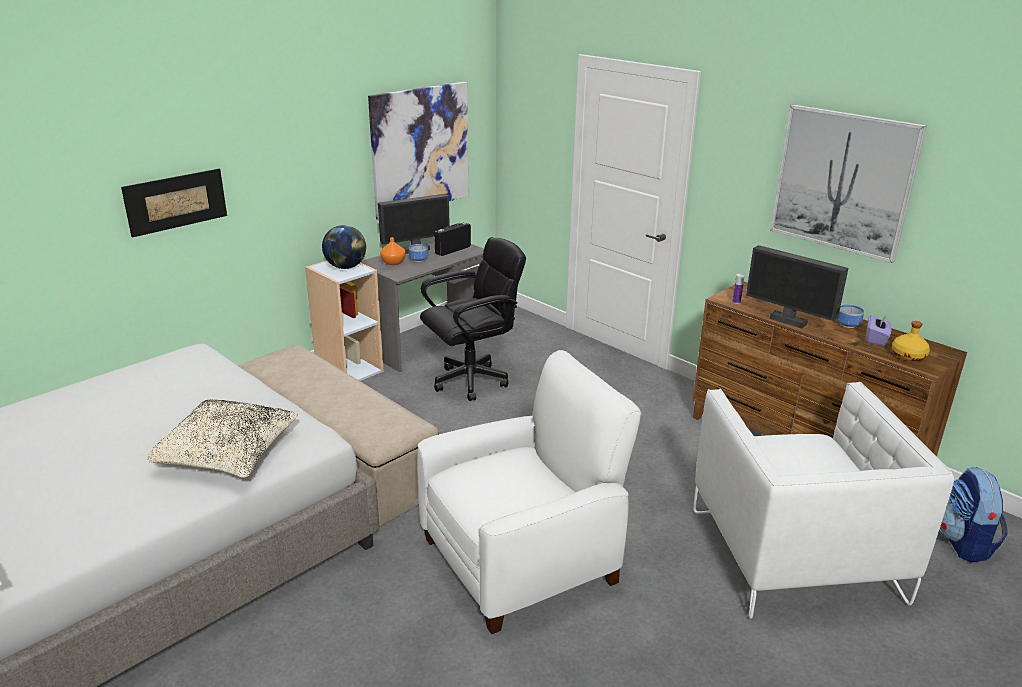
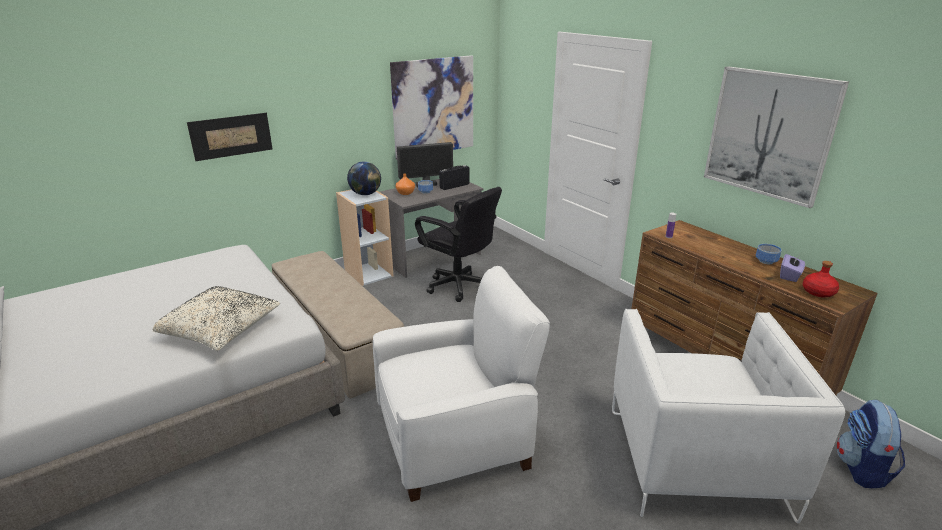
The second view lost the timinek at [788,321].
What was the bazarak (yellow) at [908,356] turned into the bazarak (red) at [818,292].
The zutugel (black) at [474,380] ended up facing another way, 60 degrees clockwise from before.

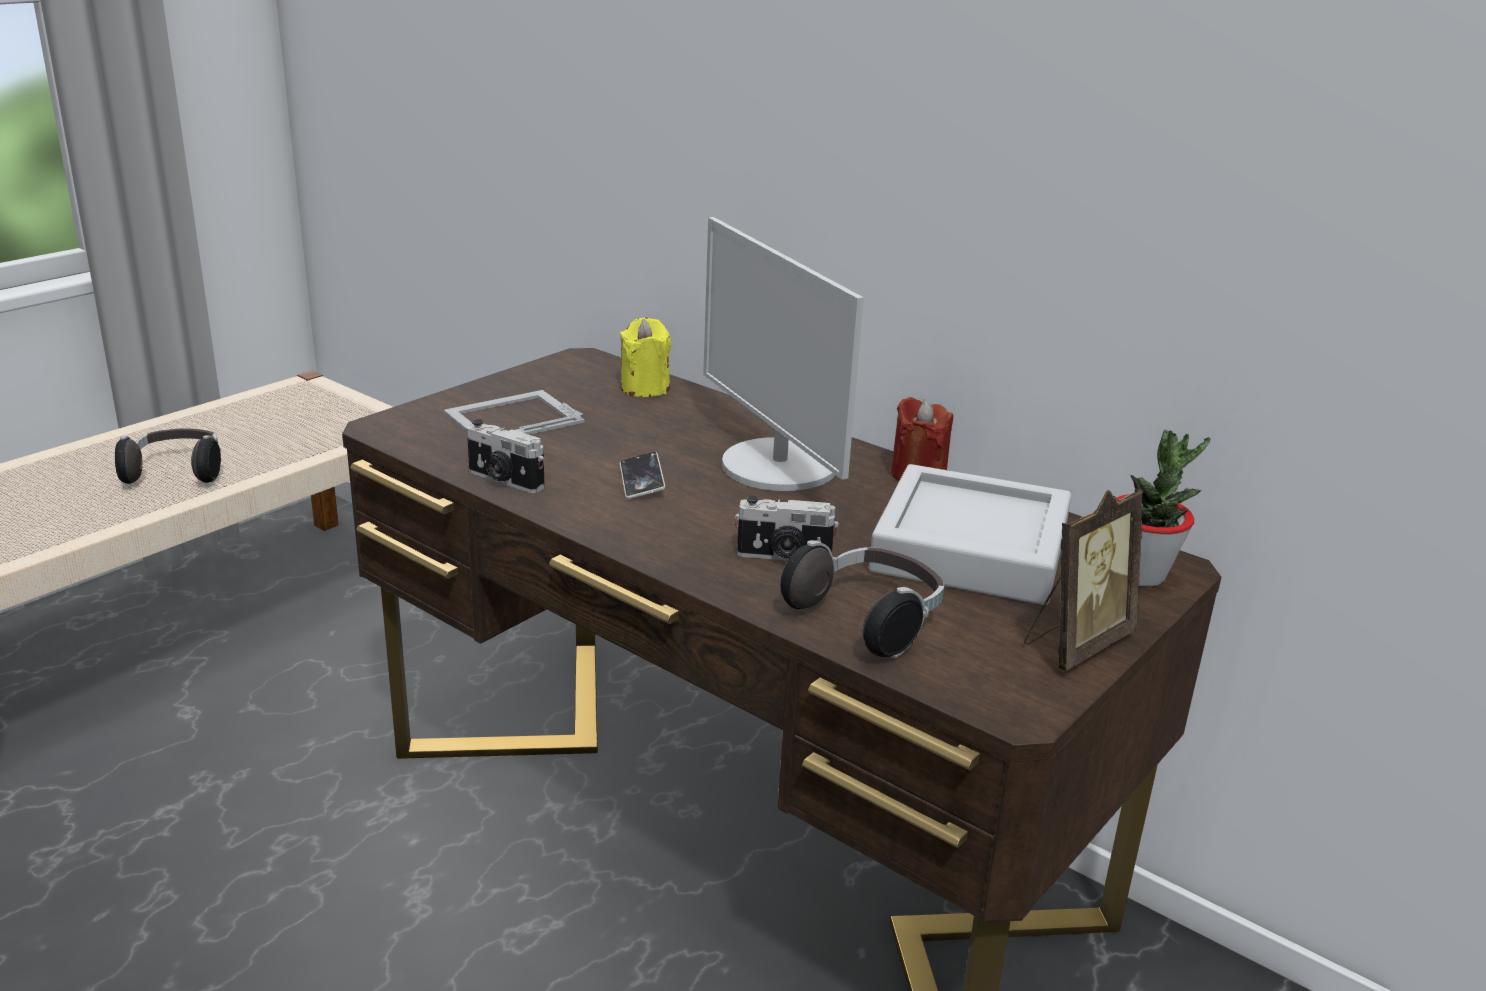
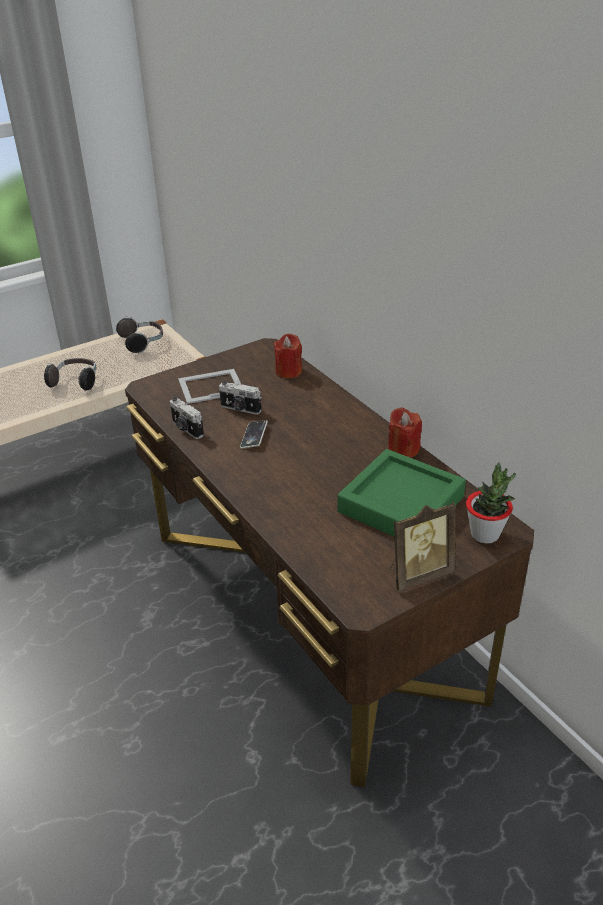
The second view lost the timinek at [778,467].
The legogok ended up elsewhere, having gone from [784,556] to [240,409].
The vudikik ended up elsewhere, having gone from [869,620] to [143,343].
What was the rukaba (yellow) at [645,388] turned into the rukaba (red) at [288,371].
What was the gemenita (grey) at [970,549] turned into the gemenita (green) at [401,504].

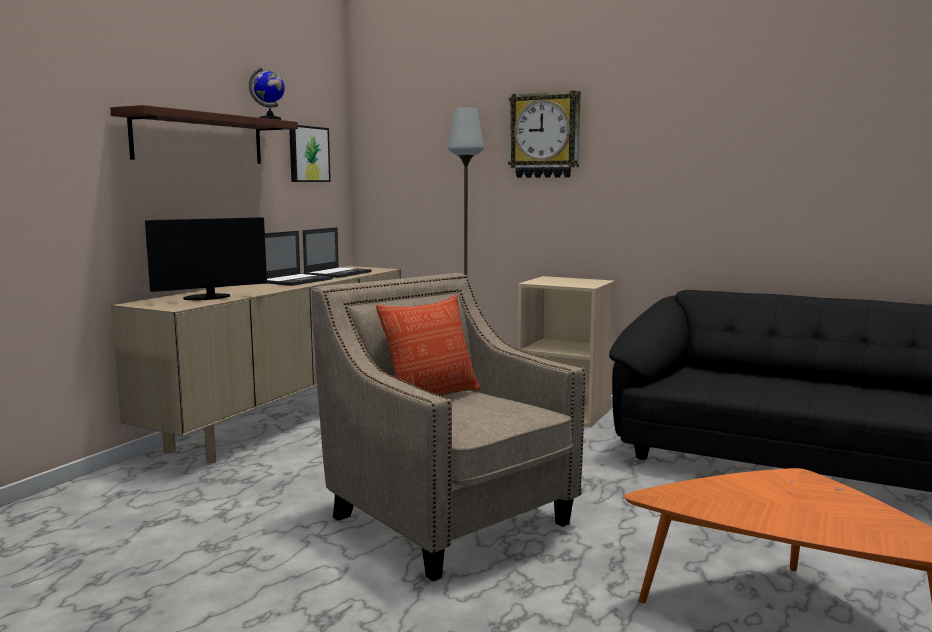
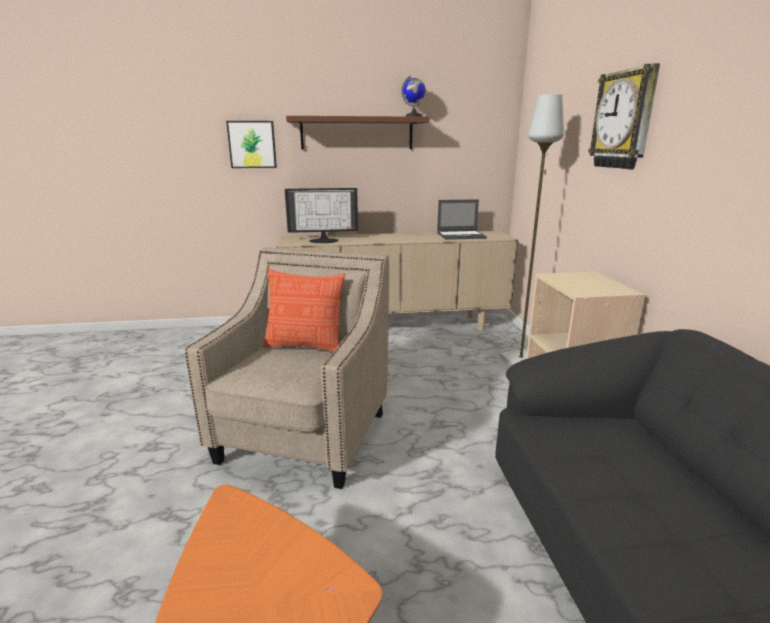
The second view lost the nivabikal at [295,280].
The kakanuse ended up elsewhere, having gone from [308,154] to [252,144].
The timinek at [207,298] ended up facing another way, 150 degrees clockwise from before.

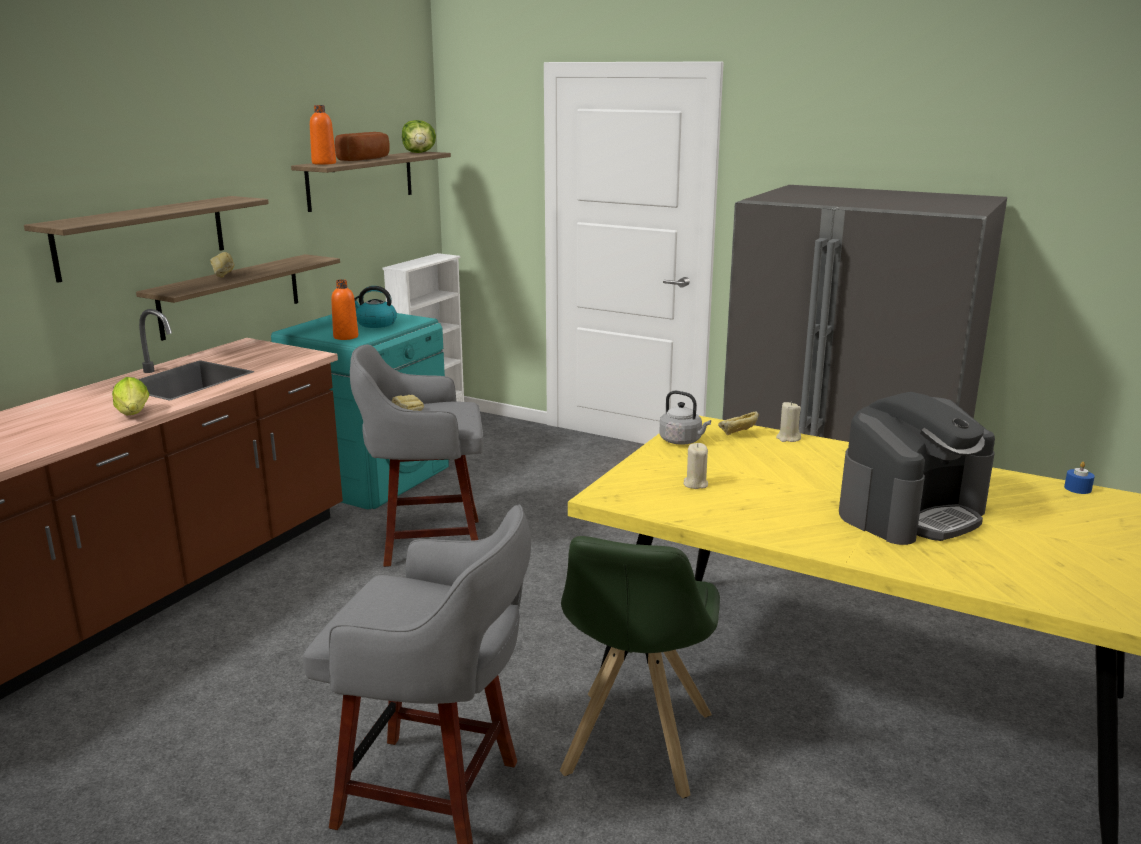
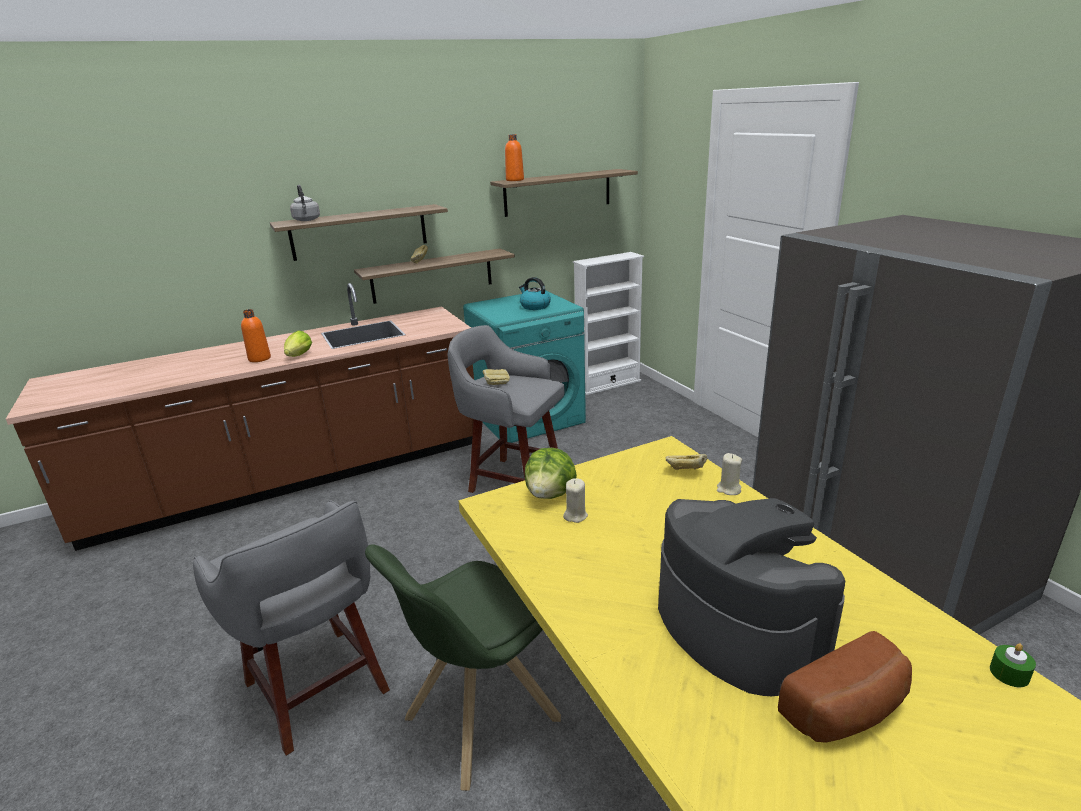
The bazarak (orange) ended up elsewhere, having gone from [346,337] to [259,358].
The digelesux ended up elsewhere, having gone from [367,159] to [849,712].
The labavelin ended up elsewhere, having gone from [419,153] to [550,494].
The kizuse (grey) ended up elsewhere, having gone from [682,441] to [307,220].
What was the rukaba (blue) at [1077,488] turned into the rukaba (green) at [1009,673].
The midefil at [911,512] ended up facing another way, 120 degrees counterclockwise from before.

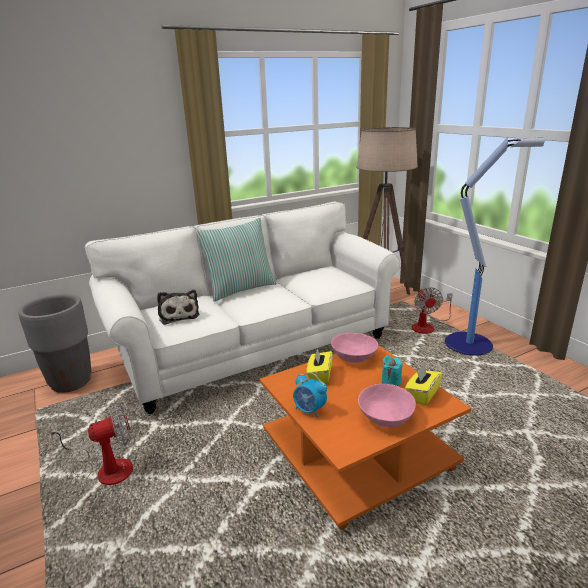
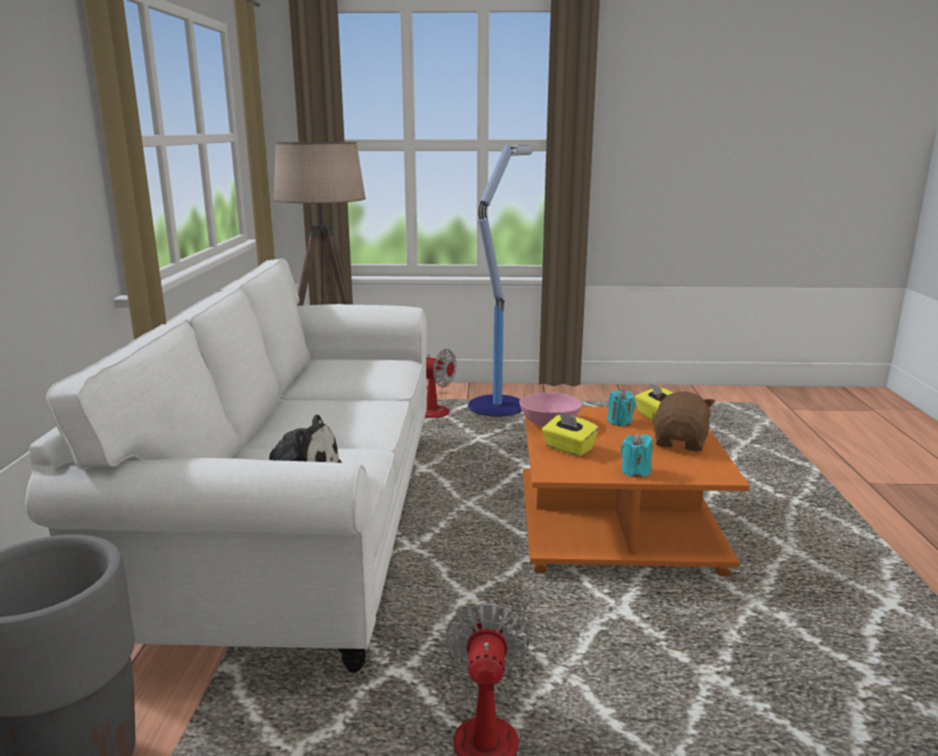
The second view lost the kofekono at [240,289].
Where the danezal stood at [310,410], the rukaba (turquoise) came to stand at [635,471].
Where the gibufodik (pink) stood at [385,417], the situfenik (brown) came to stand at [680,442].

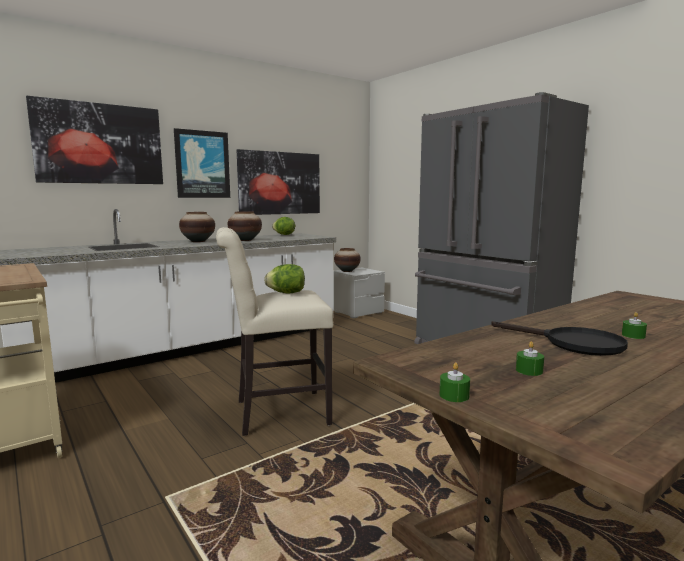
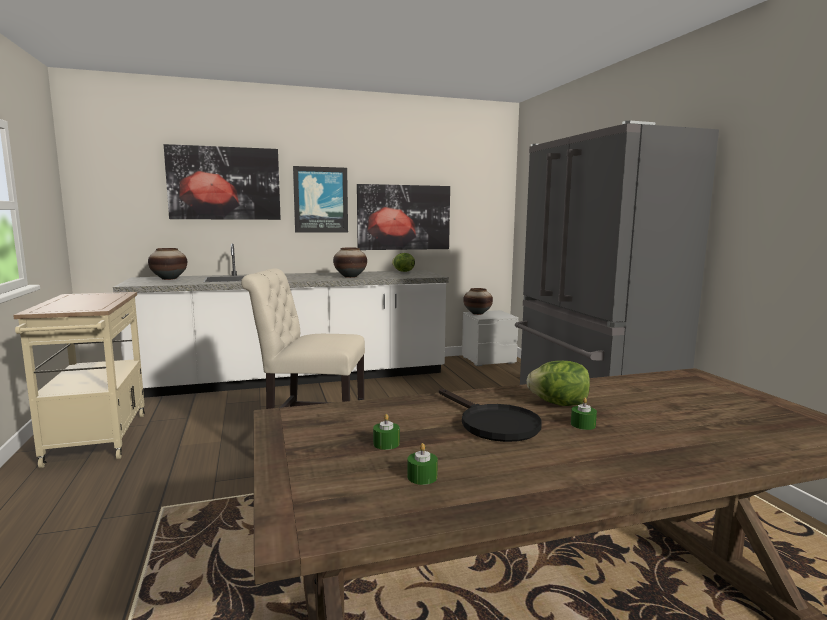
The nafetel ended up elsewhere, having gone from [198,241] to [169,278].
The labavelin ended up elsewhere, having gone from [286,293] to [559,404].
The rukaba (green) ended up elsewhere, having gone from [454,395] to [422,477].

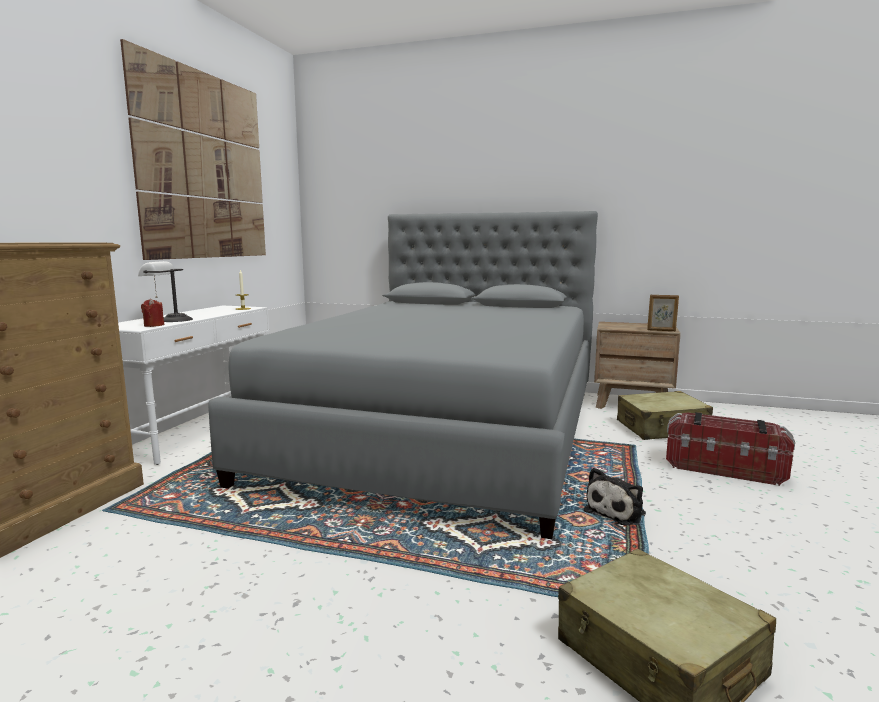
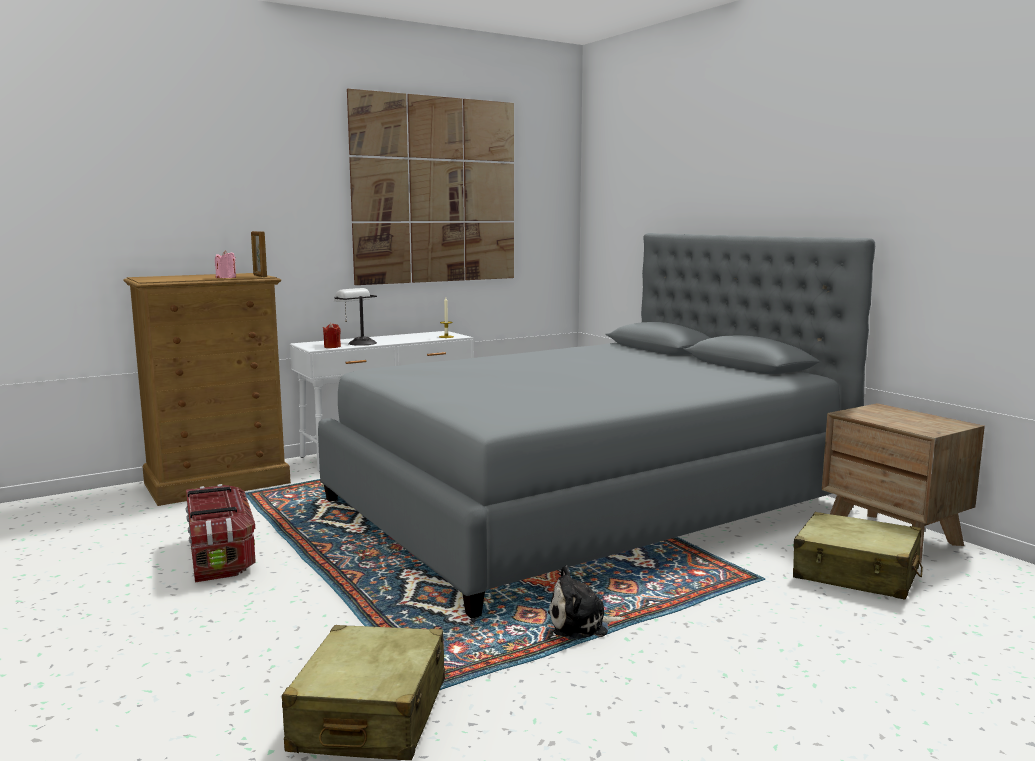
The second view gained the rukaba (pink) at [226,278].
The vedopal ended up elsewhere, having gone from [661,330] to [260,276].
The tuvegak ended up elsewhere, having gone from [724,468] to [220,556].

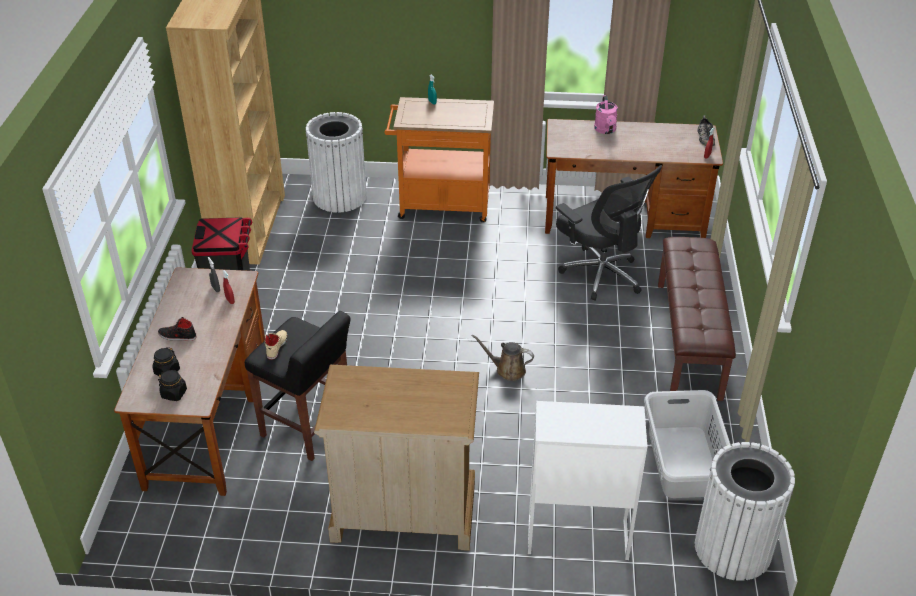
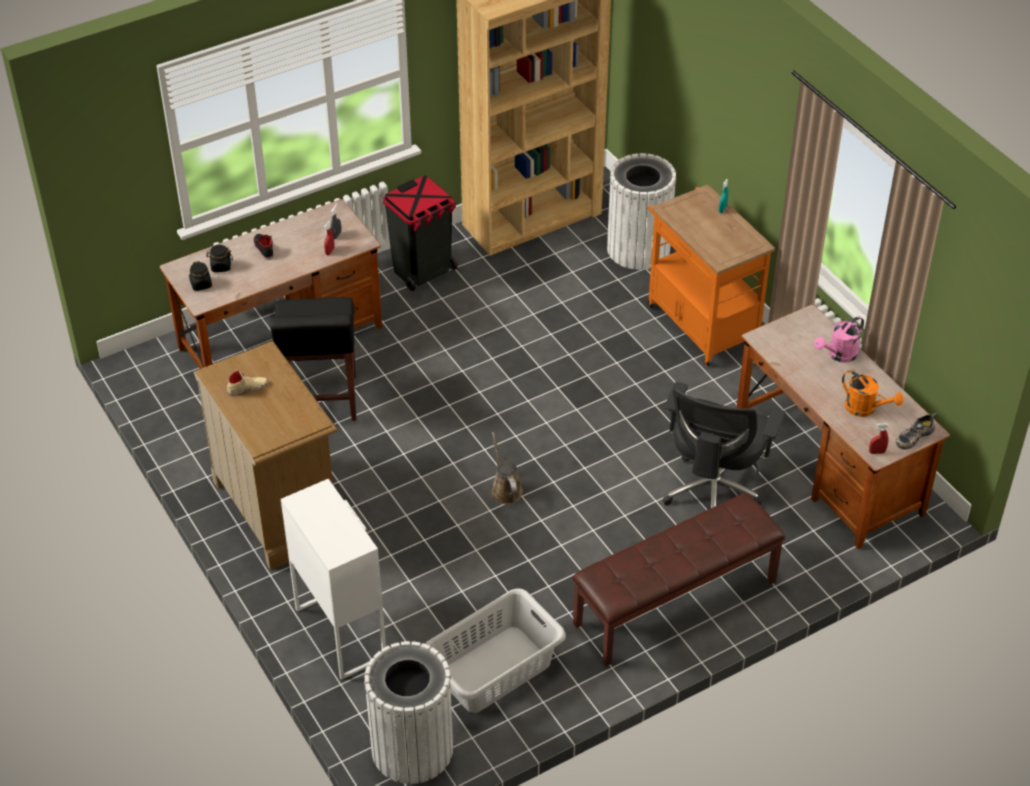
The second view gained the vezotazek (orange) at [865,409].
The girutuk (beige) ended up elsewhere, having gone from [276,346] to [247,388].

